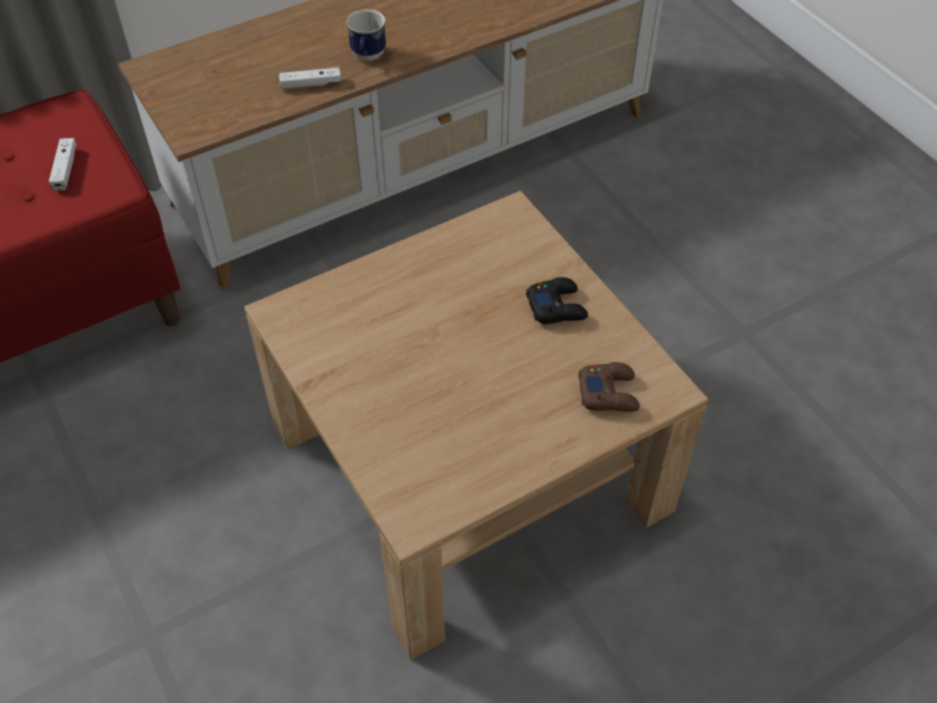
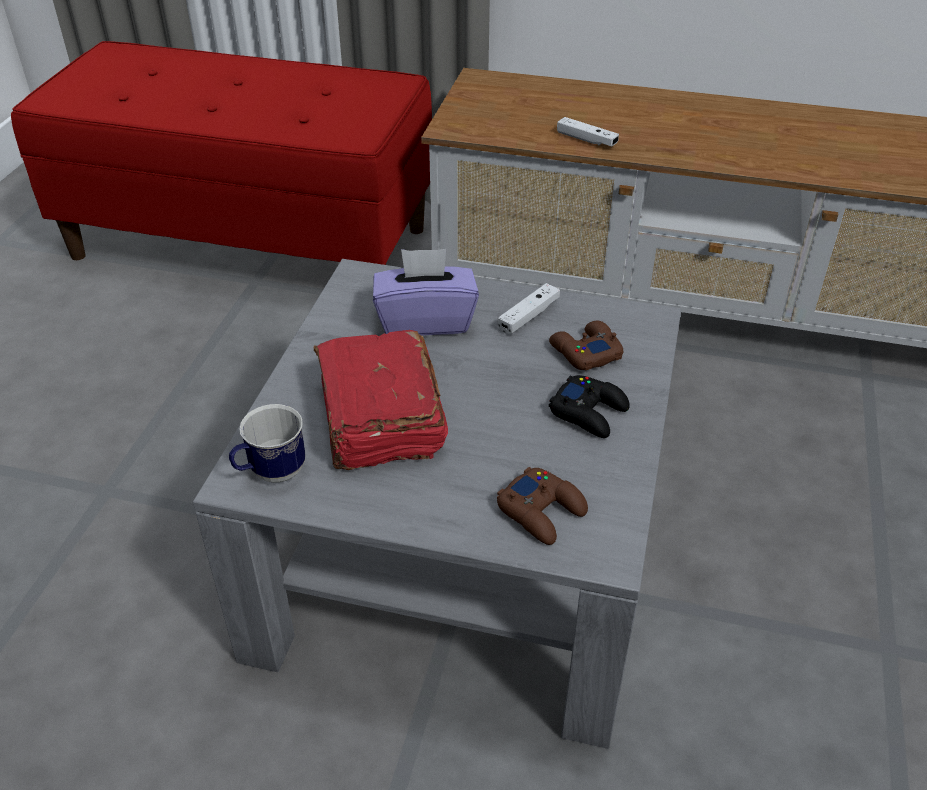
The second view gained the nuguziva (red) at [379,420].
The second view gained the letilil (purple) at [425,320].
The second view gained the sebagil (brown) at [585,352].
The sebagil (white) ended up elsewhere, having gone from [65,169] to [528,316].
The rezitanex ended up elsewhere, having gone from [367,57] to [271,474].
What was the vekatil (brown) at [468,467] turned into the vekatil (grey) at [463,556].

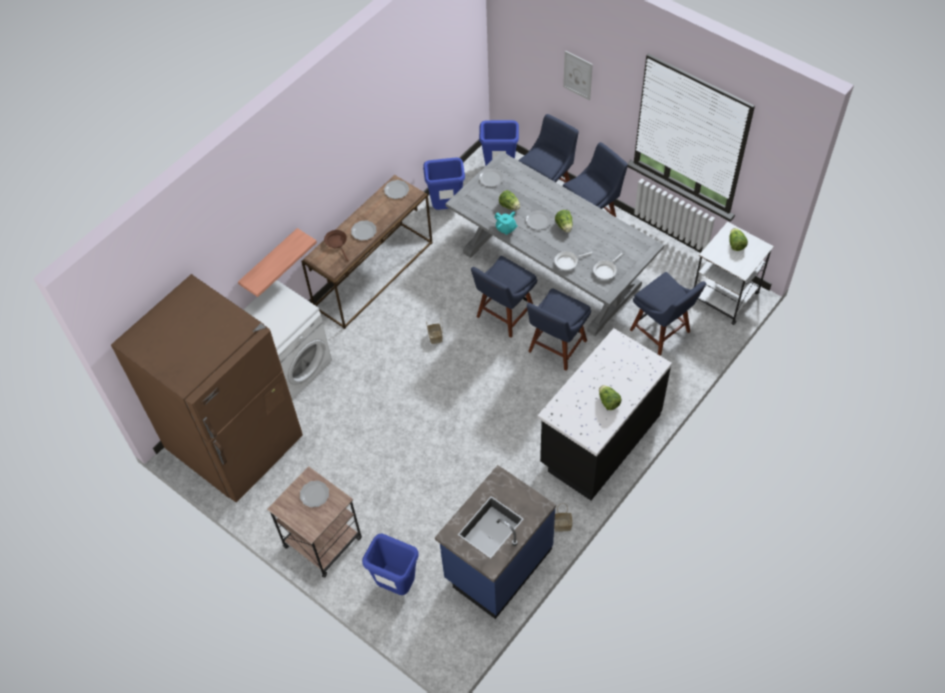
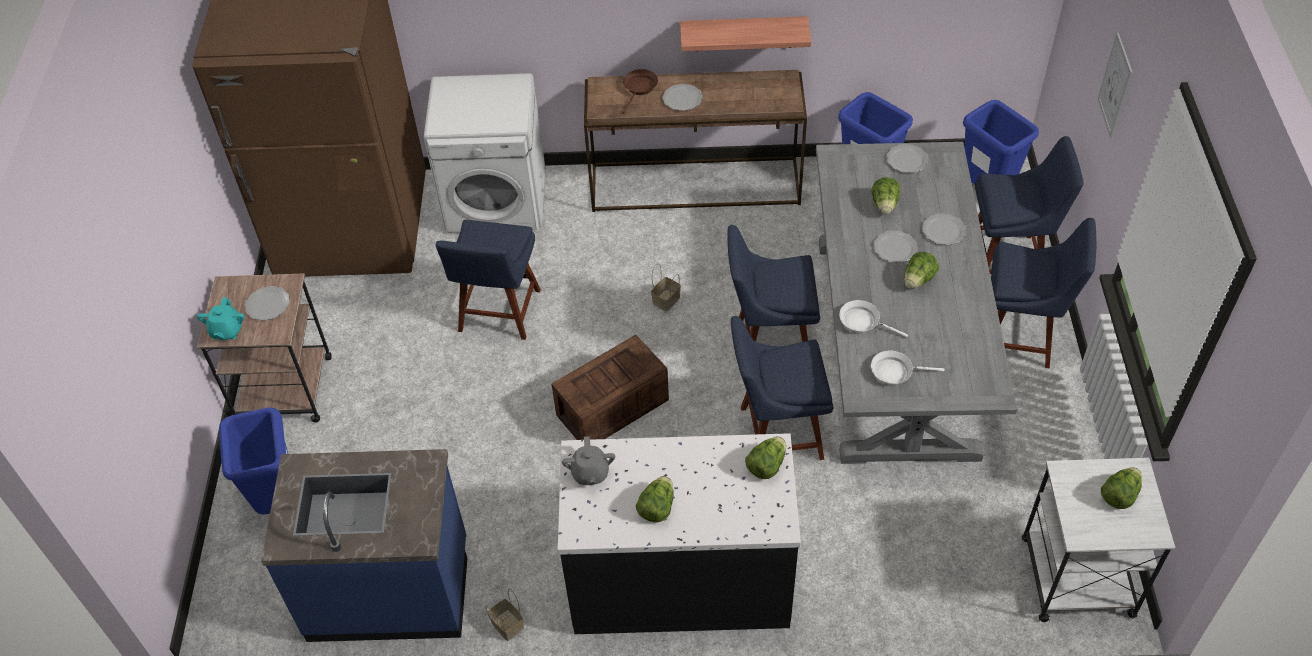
The second view gained the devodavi at [611,408].
The second view gained the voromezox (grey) at [590,473].
The second view gained the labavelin at [766,465].
The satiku ended up elsewhere, having gone from [270,262] to [743,33].
The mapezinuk ended up elsewhere, having gone from [397,190] to [944,231].
The voromezox (turquoise) ended up elsewhere, having gone from [506,228] to [227,331].
The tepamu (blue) ended up elsewhere, having gone from [662,332] to [498,314].

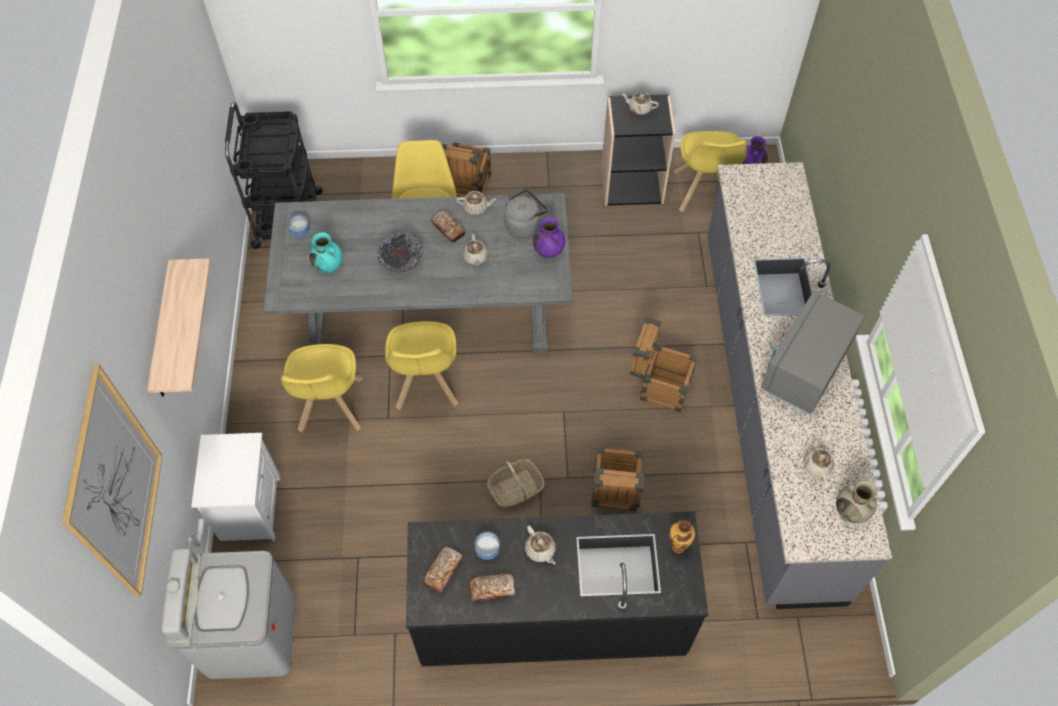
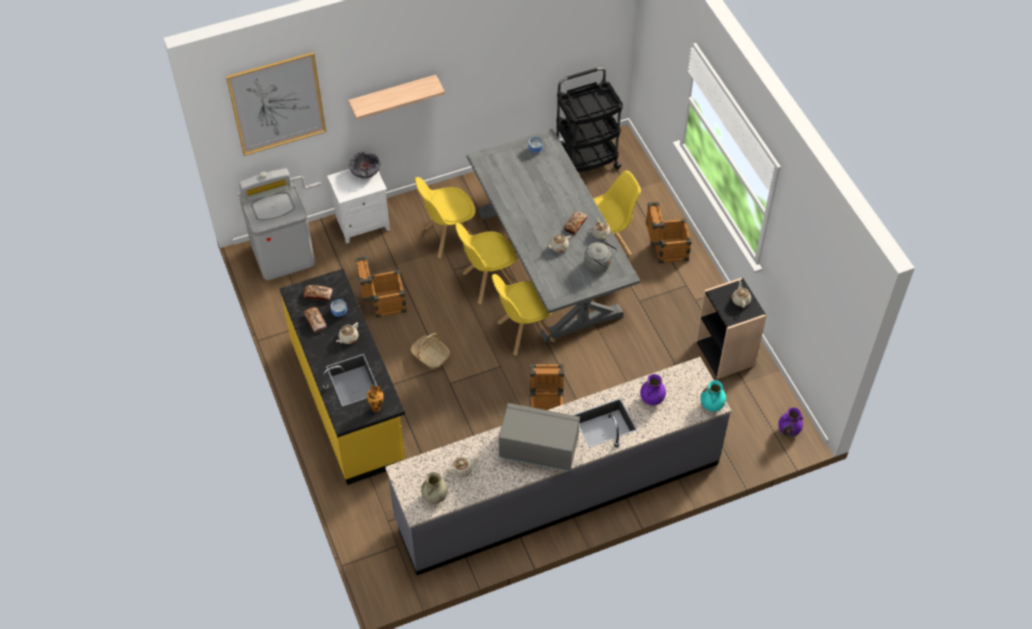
The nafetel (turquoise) ended up elsewhere, having gone from [329,266] to [711,405].
The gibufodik ended up elsewhere, having gone from [401,262] to [365,173].
The nafetel (purple) ended up elsewhere, having gone from [549,251] to [651,399].
The devodavi ended up elsewhere, having gone from [614,495] to [383,303].
The tepamu (yellow) ended up elsewhere, having gone from [703,193] to [523,332].
What was the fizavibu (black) at [551,614] turned into the fizavibu (yellow) at [349,402].

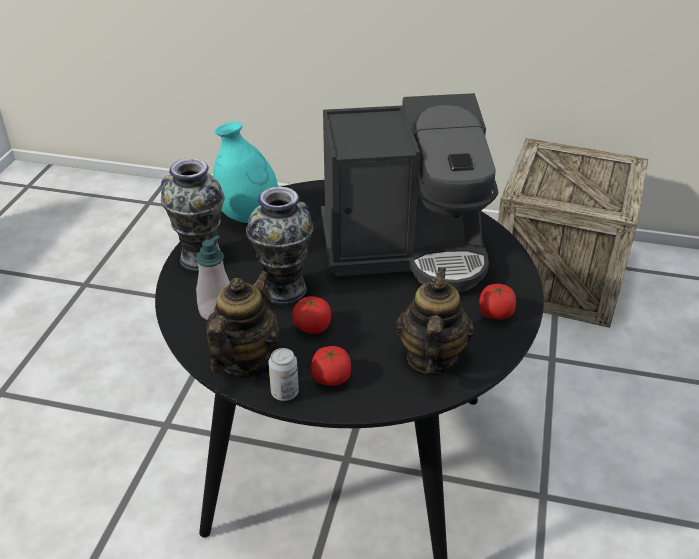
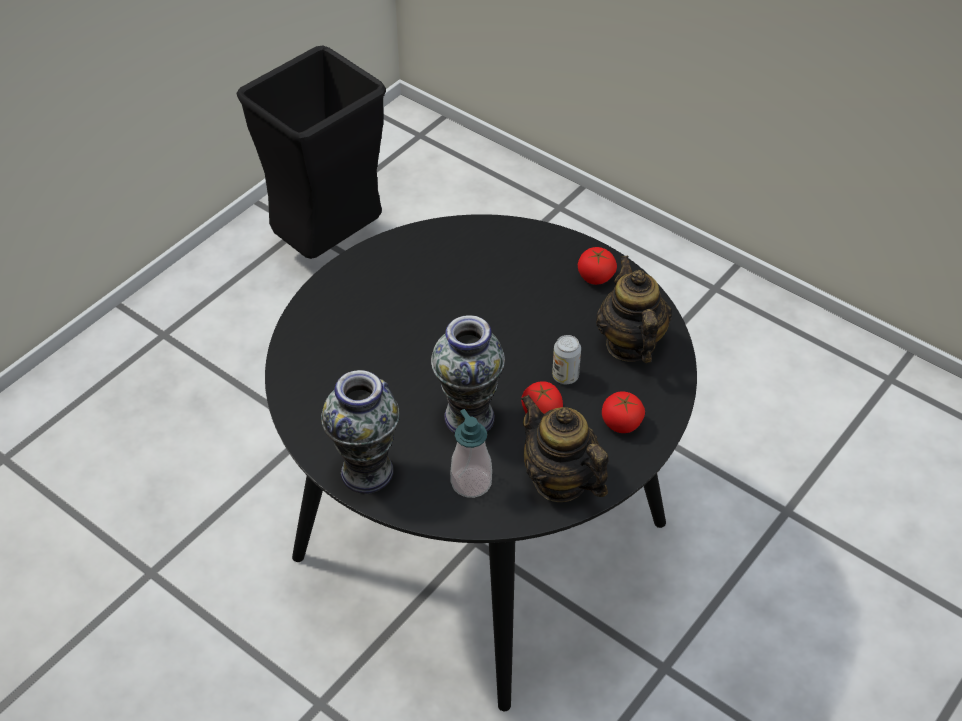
The second view lost the nafetel (turquoise) at [248,217].
The second view lost the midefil at [406,248].
The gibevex ended up elsewhere, having gone from [284,393] to [565,376].
Where the devodavi stood at [557,277], the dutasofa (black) came to stand at [329,244].
The voromezox at [431,357] ended up facing another way, 45 degrees clockwise from before.

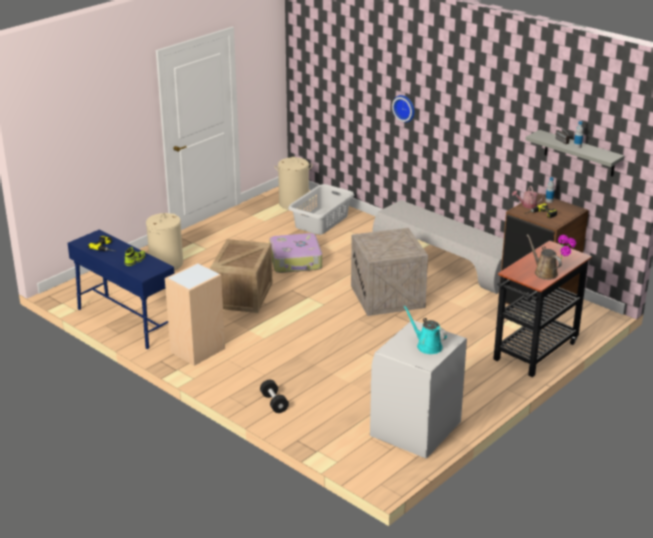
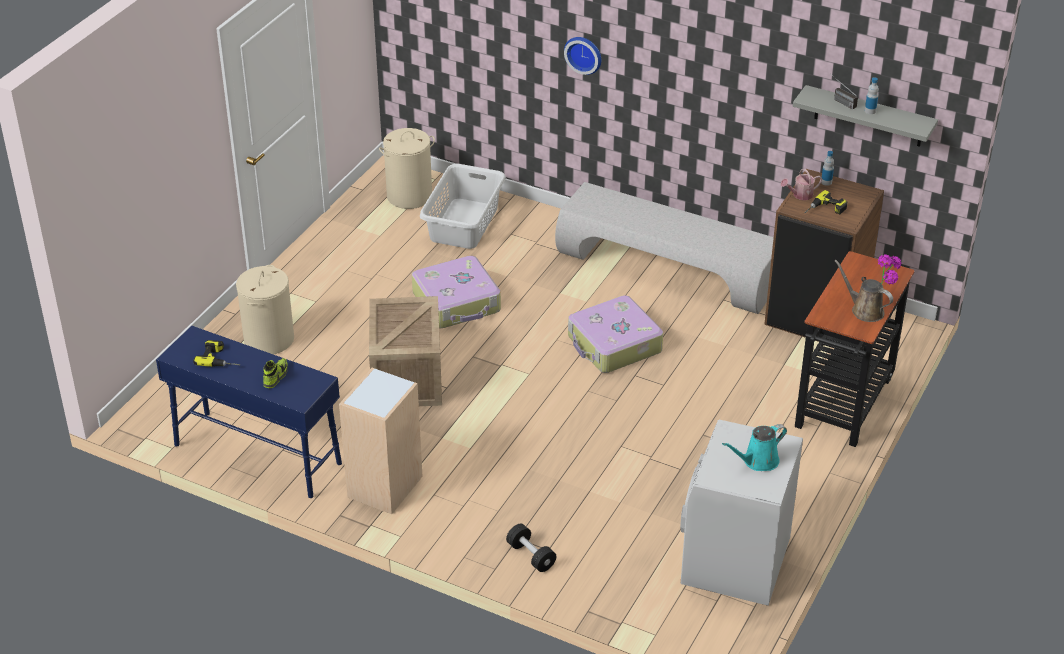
Where the devodavi stood at [388,297], the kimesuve came to stand at [614,345].
The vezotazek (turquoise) at [427,346] ended up facing another way, 60 degrees counterclockwise from before.

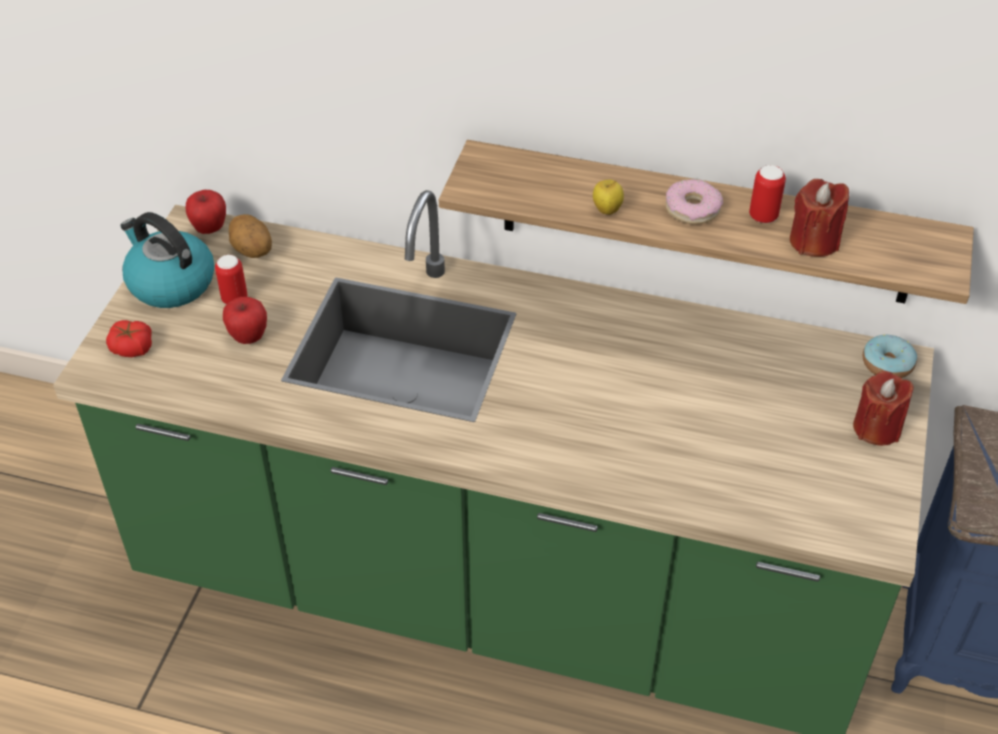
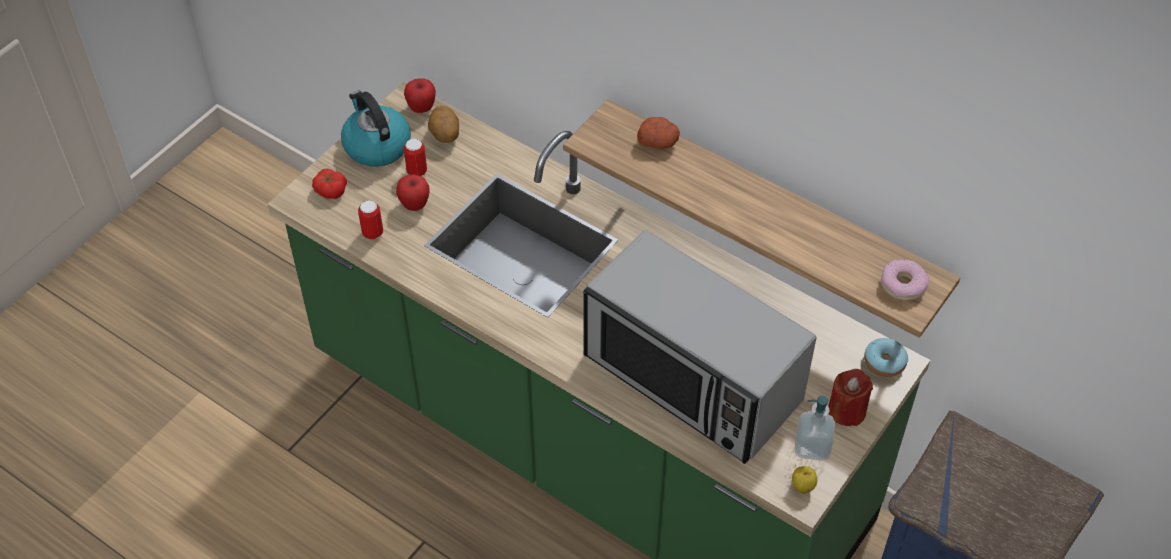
The second view lost the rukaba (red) at [814,241].
The second view gained the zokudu at [691,379].
The second view gained the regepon at [658,142].
The second view gained the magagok at [812,446].
The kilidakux ended up elsewhere, having gone from [607,210] to [802,487].
The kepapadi ended up elsewhere, having gone from [692,209] to [903,284].
The gibevex ended up elsewhere, having gone from [763,216] to [373,233].

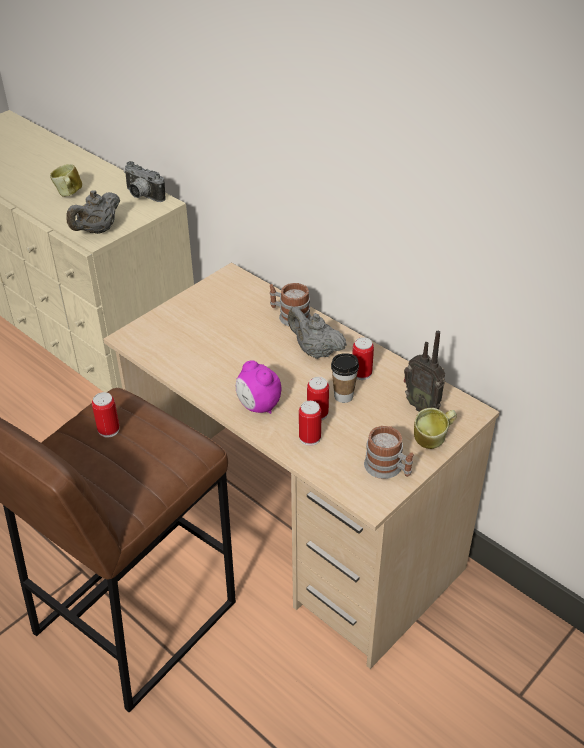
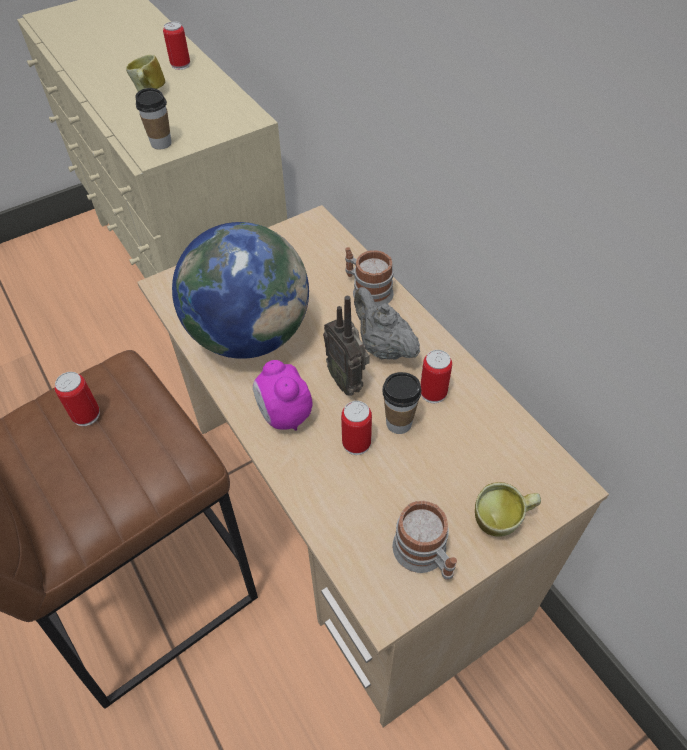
The second view lost the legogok at [142,196].
The second view gained the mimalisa at [249,335].
The gibevex ended up elsewhere, having gone from [310,438] to [180,65].
The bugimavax ended up elsewhere, having gone from [422,406] to [347,381].
Where the voromezox (grey) stood at [98,230], the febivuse came to stand at [161,143].

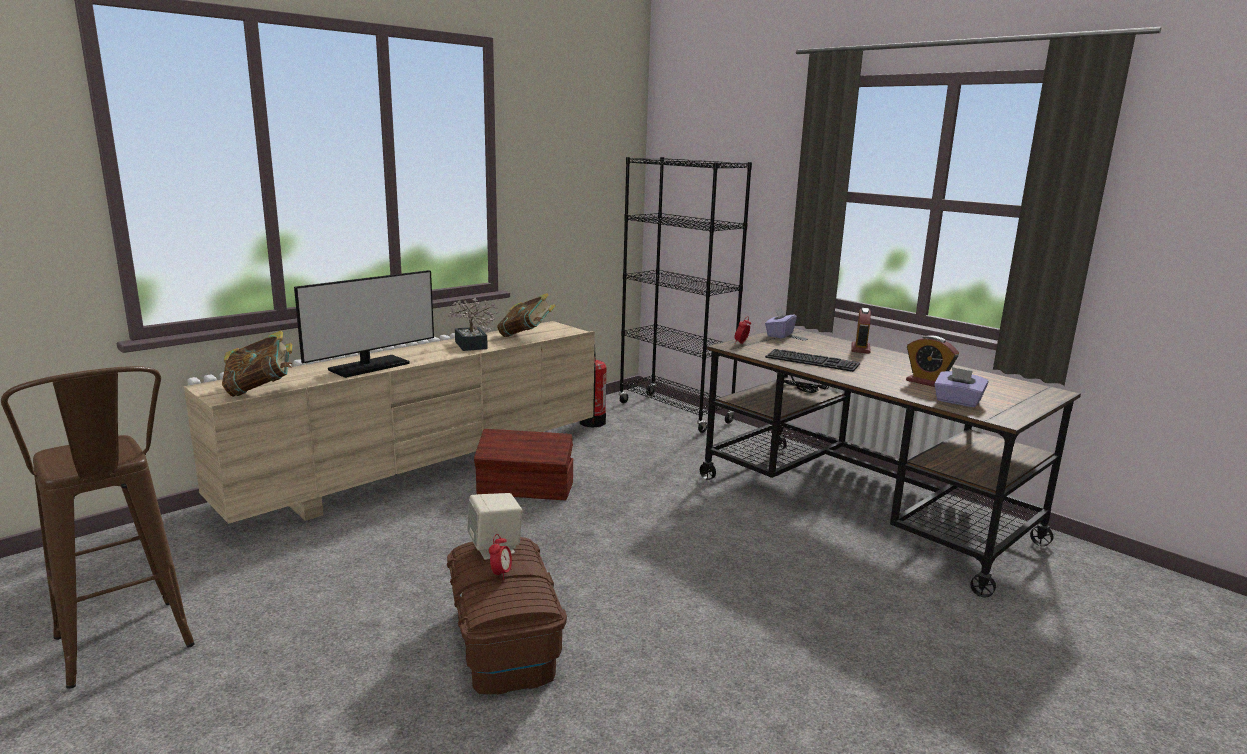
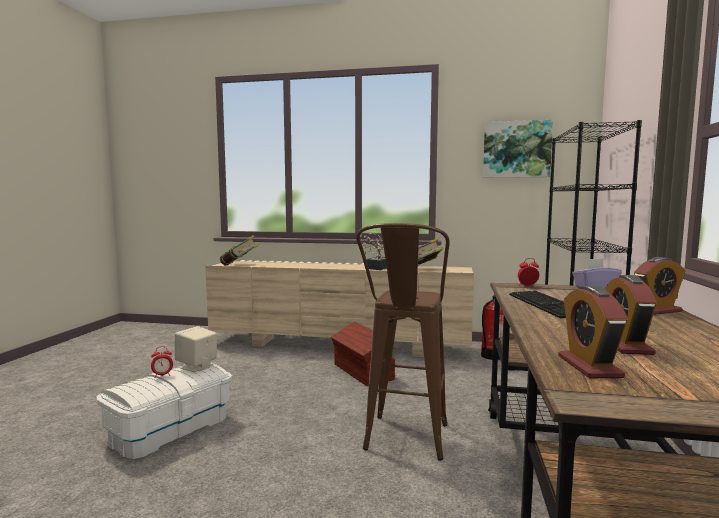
The second view lost the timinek at [369,367].
The second view gained the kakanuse at [516,149].
The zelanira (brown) ended up elsewhere, having gone from [128,653] to [404,445].
Where the letilil (purple) stood at [957,401], the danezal came to stand at [589,366].
What was the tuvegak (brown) at [503,642] turned into the tuvegak (white) at [170,429].

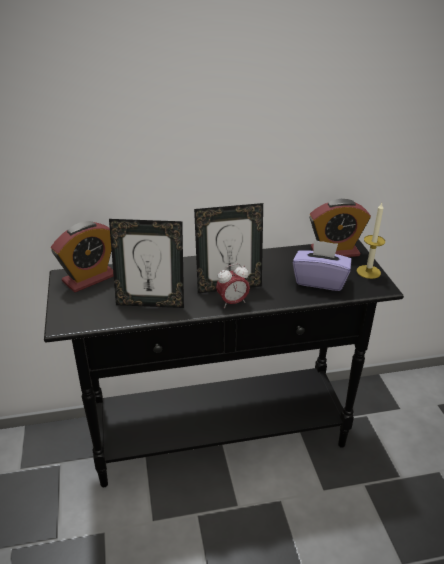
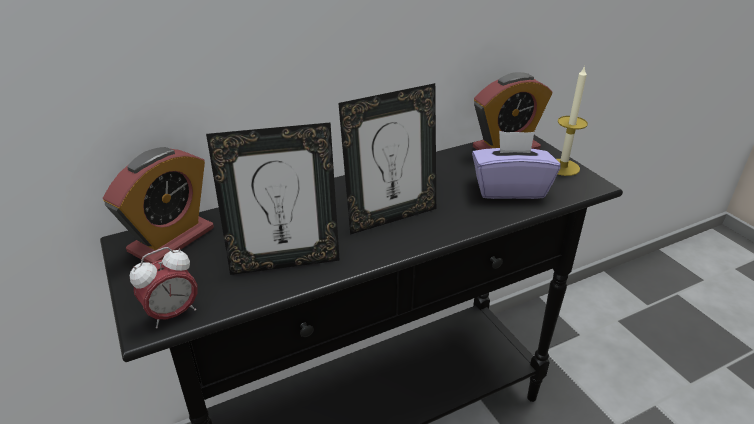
The danezal ended up elsewhere, having gone from [232,302] to [173,314].

